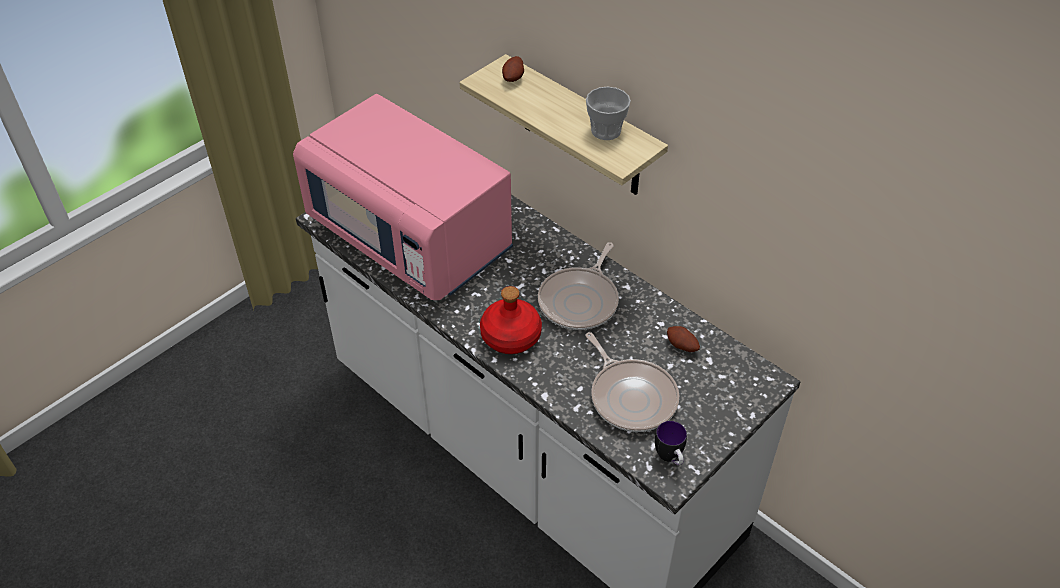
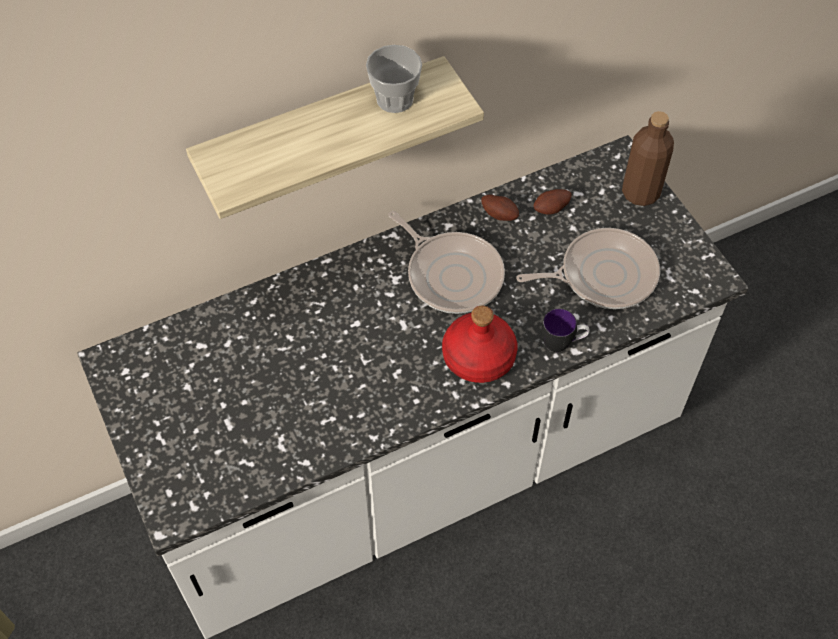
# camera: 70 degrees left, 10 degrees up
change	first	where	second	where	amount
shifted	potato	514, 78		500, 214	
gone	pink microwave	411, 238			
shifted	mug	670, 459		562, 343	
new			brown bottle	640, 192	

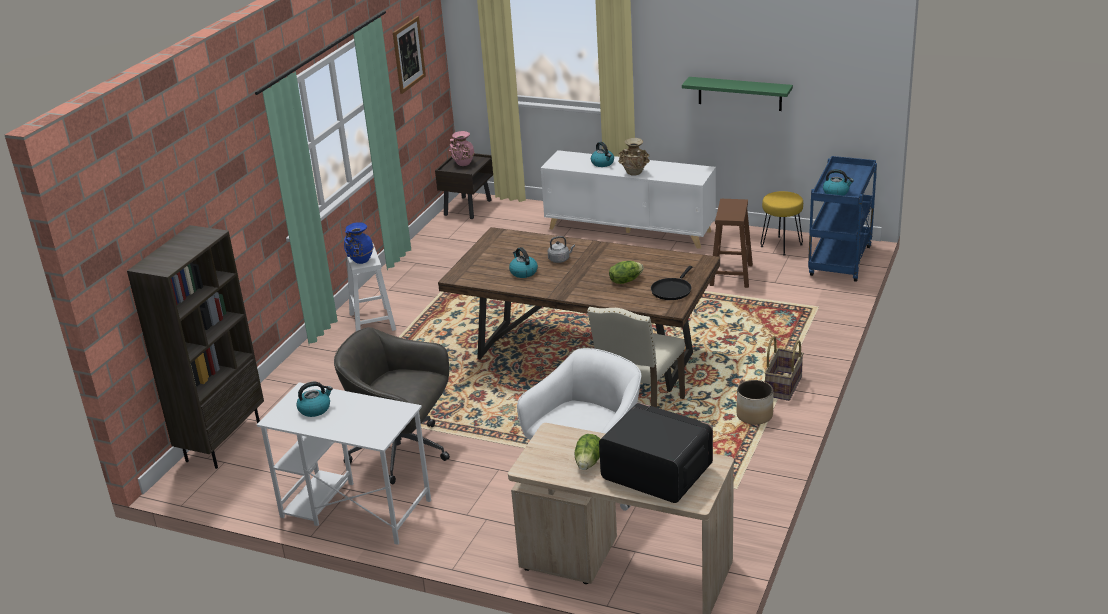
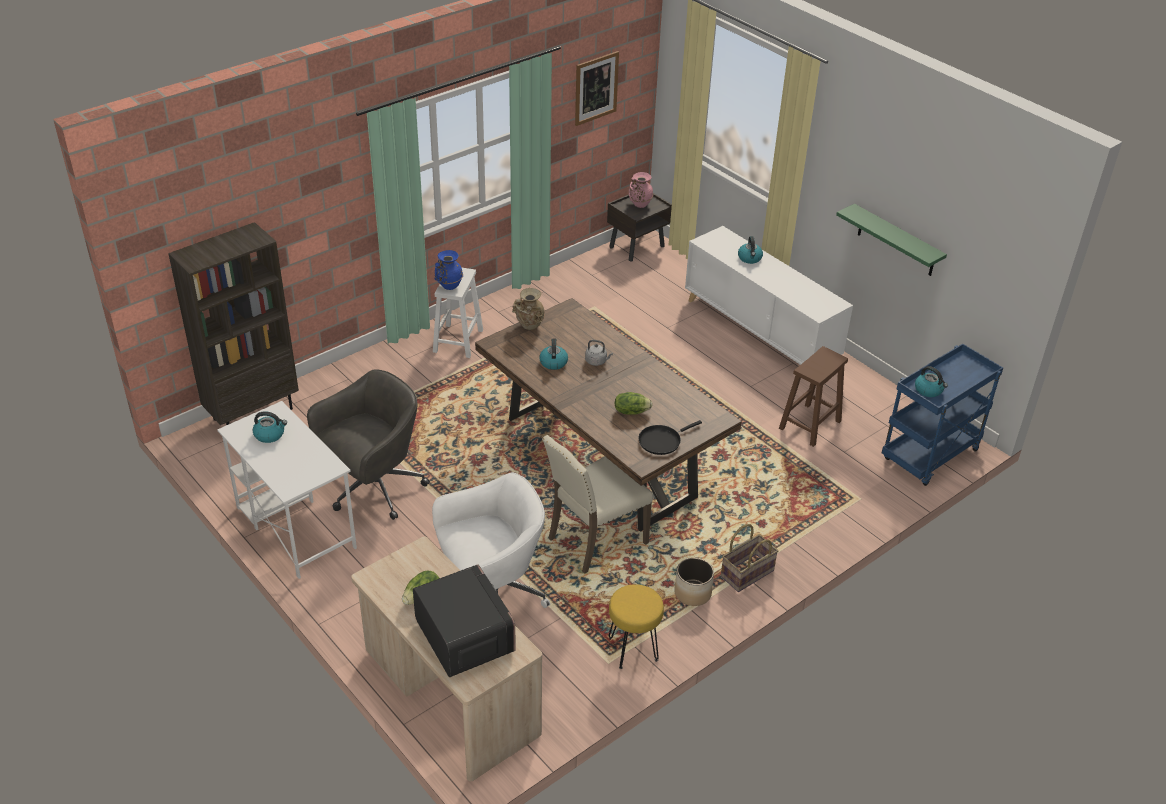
# camera: 25 degrees right, 10 degrees up
change	first	where	second	where	amount
shifted	beige vase	634, 173		529, 326	
shifted	yellow stool	782, 245		633, 650	
rotated	grey office chair	402, 452		374, 488	90 degrees clockwise

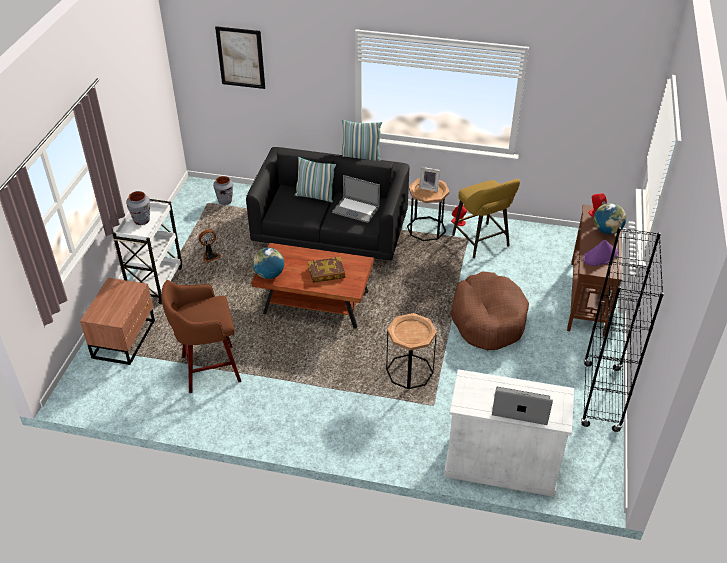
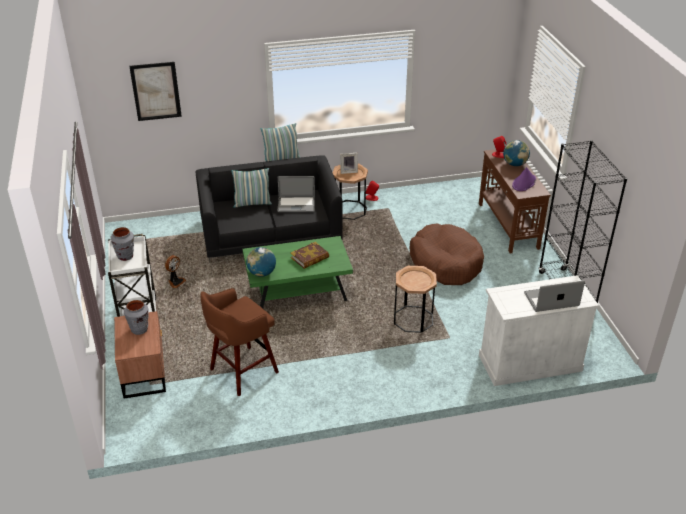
# camera: 25 degrees left, 5 degrees down
change	first	where	second	where	amount
shifted	grey vase	225, 201		139, 329	
gone	yellow stool	482, 242			
repainted	brown coffee table	316, 303	green coffee table	298, 292	

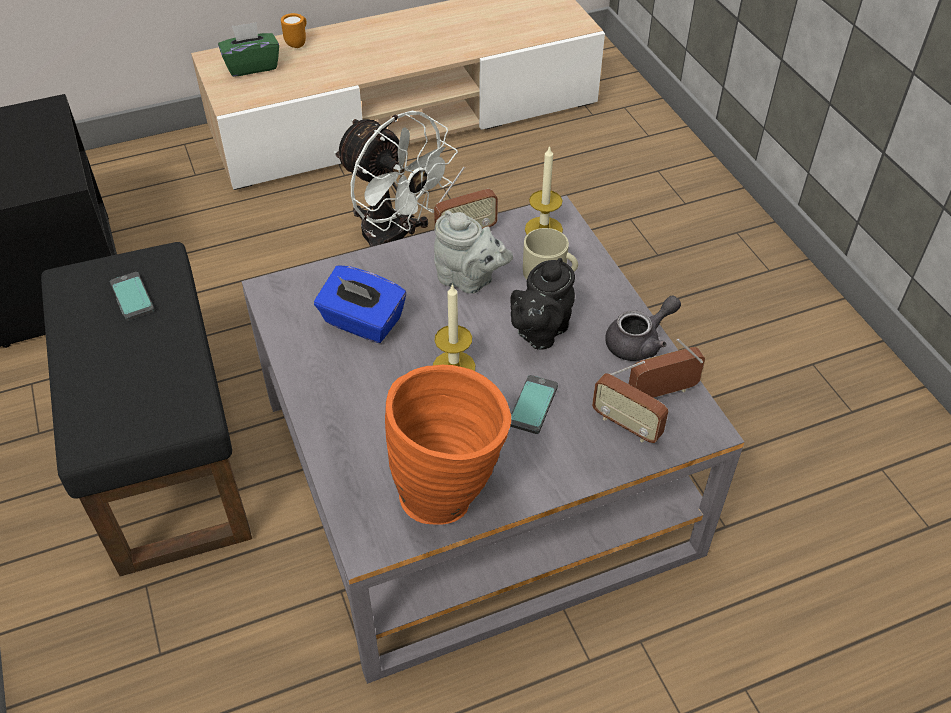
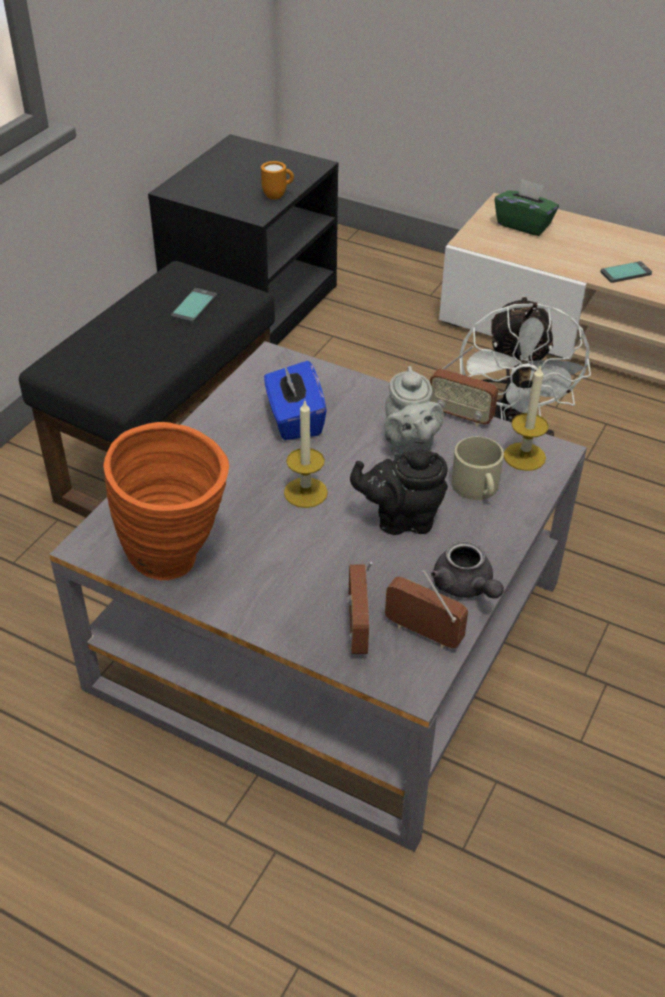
# camera: 50 degrees right, 5 degrees down
change	first	where	second	where	amount
shifted	orange mug	298, 43		278, 196	
rotated	grey teapot	639, 342		465, 587	45 degrees clockwise
shifted	phone	532, 405		625, 273	

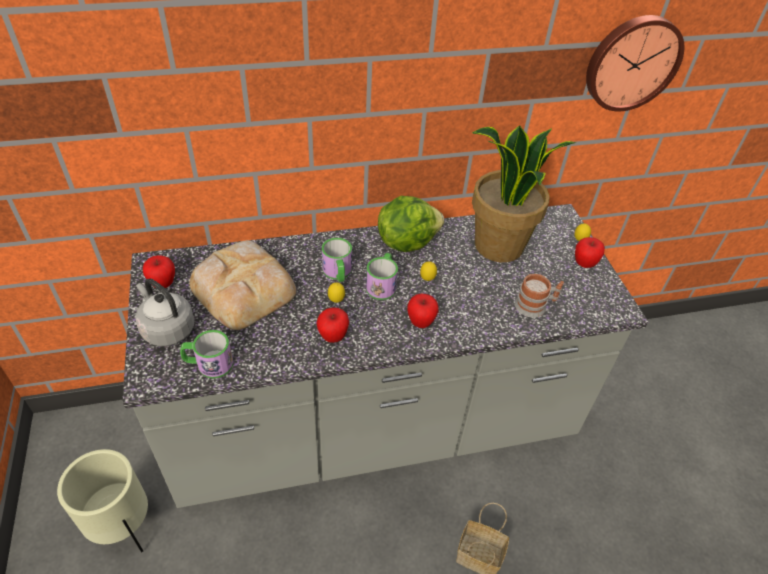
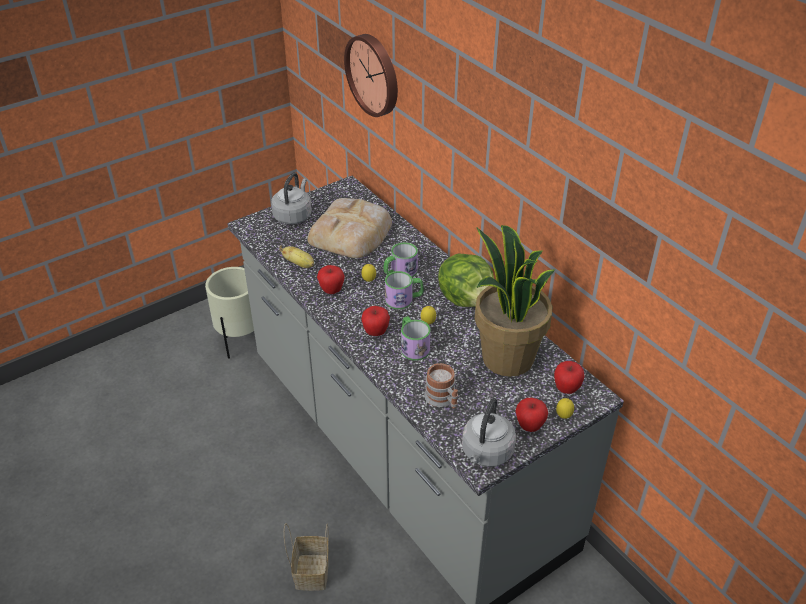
# camera: 70 degrees right, 5 degrees down
change	first	where	second	where	amount
shifted	wall clock	631, 62		374, 74	
shifted	apple	163, 284		566, 389	
shifted	mug	208, 364		413, 346	
new			banana	299, 264	
new			grey kettle	486, 453	

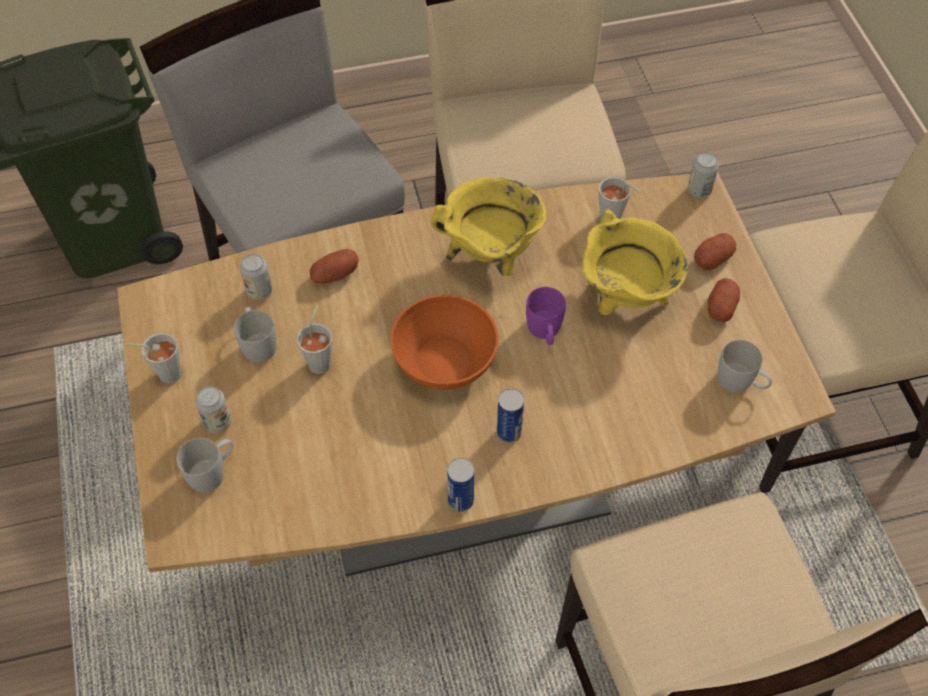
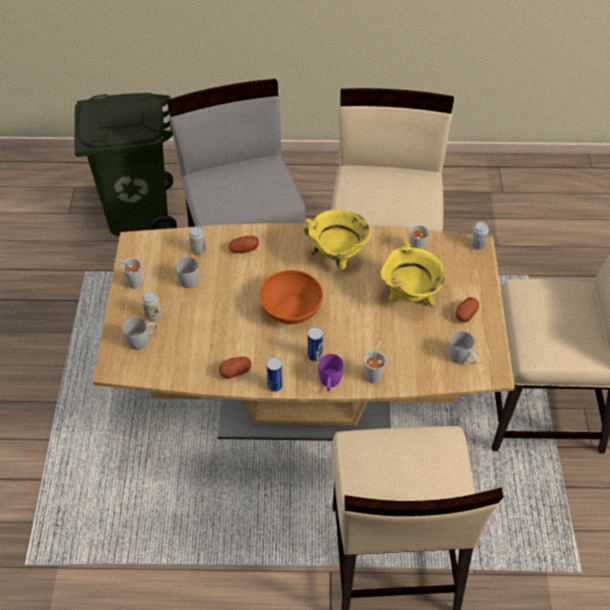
# camera: 15 degrees right, 5 degrees down
change	first	where	second	where	amount
shifted	potato	713, 258		235, 371	
shifted	purple mug	545, 332		329, 383	
shifted	grey cup	321, 360		375, 375	

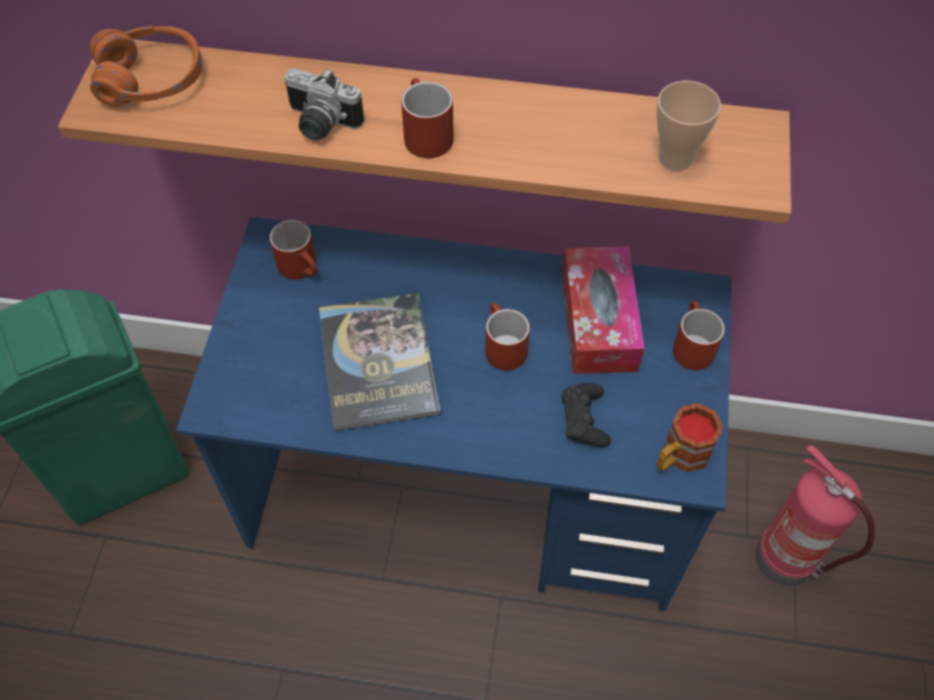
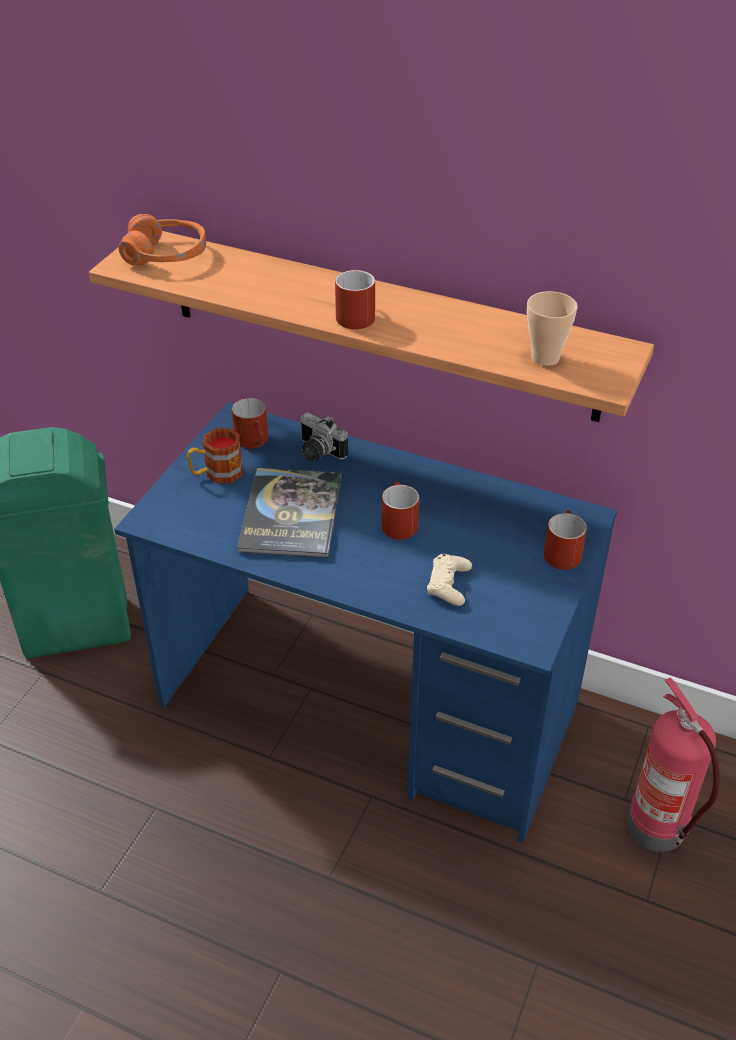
# camera: 15 degrees right, 15 degrees down
change	first	where	second	where	amount
shifted	photo camera	319, 124		317, 452	
gone	tissue box	598, 320			
repainted	black game controller	584, 419	beige game controller	448, 584	
shifted	mug	679, 456		216, 474	

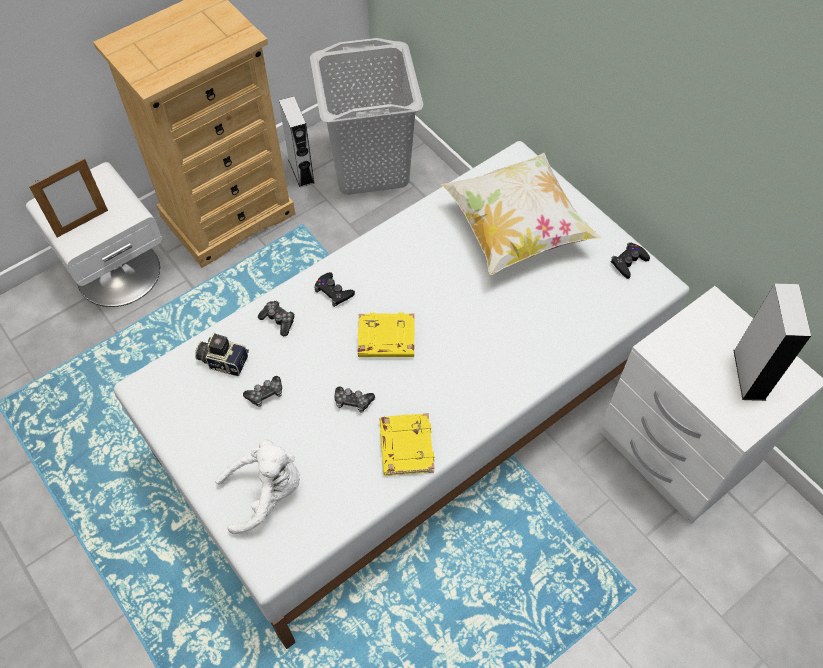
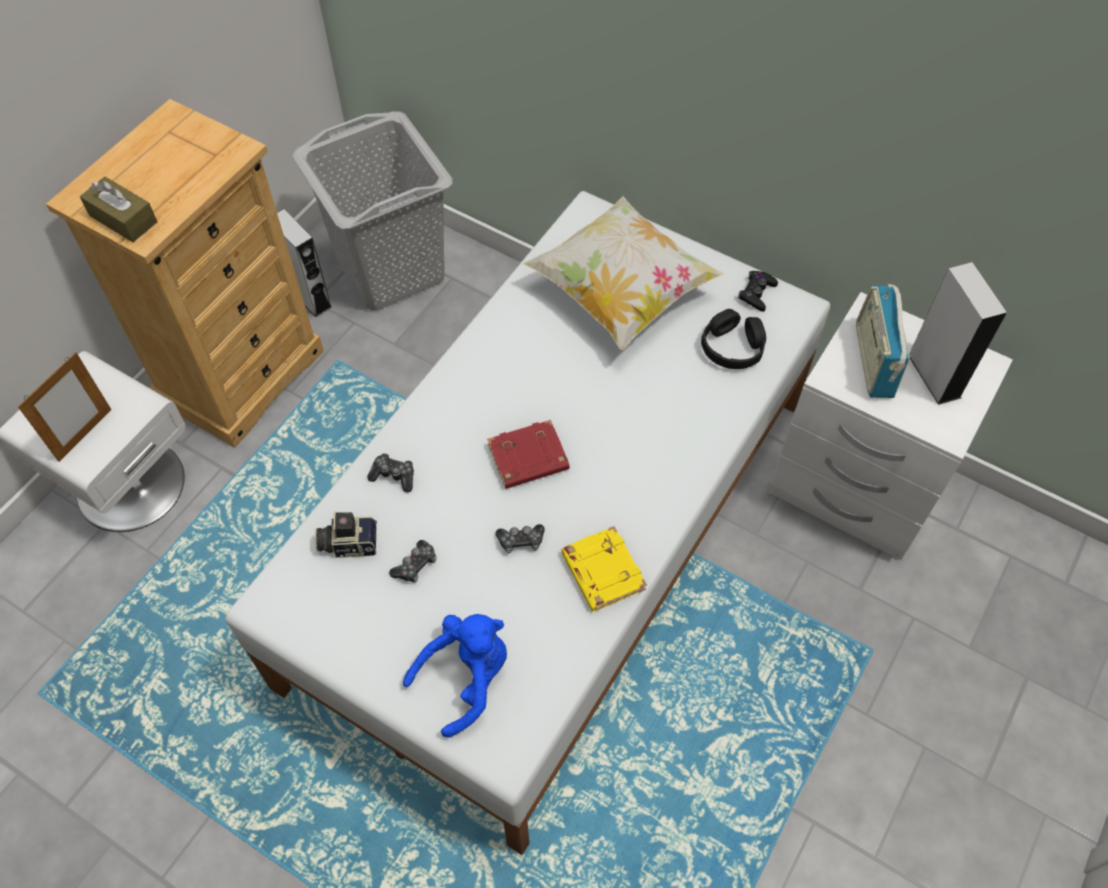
# camera: 20 degrees left, 0 degrees up
change	first	where	second	where	amount
gone	black game controller	333, 292			
repainted	yellow book	385, 339	red book	528, 459	
repainted	white plush toy	266, 493	blue plush toy	466, 677	
new			brown tissue box	123, 219	
new			radio	873, 360	
new			black headphones	732, 347	

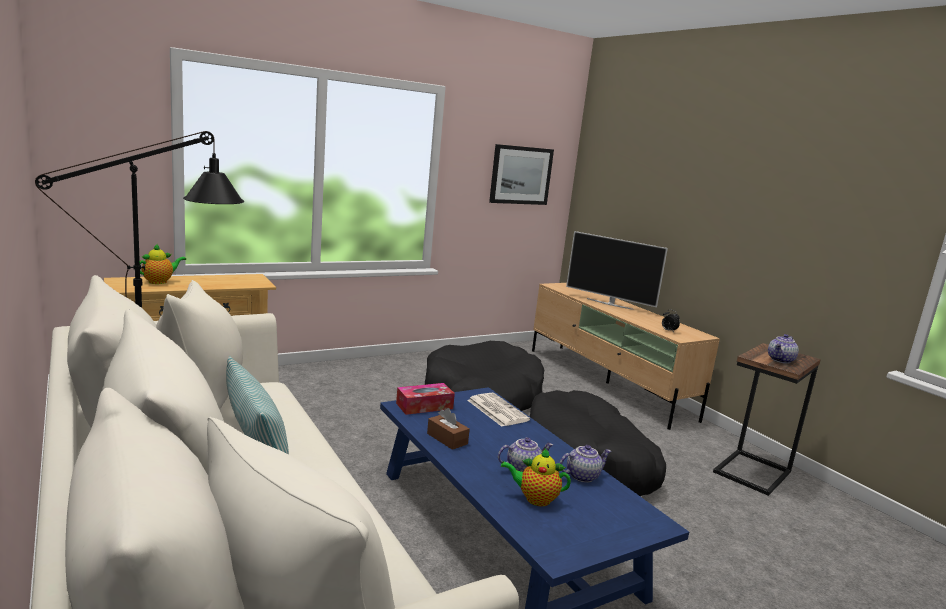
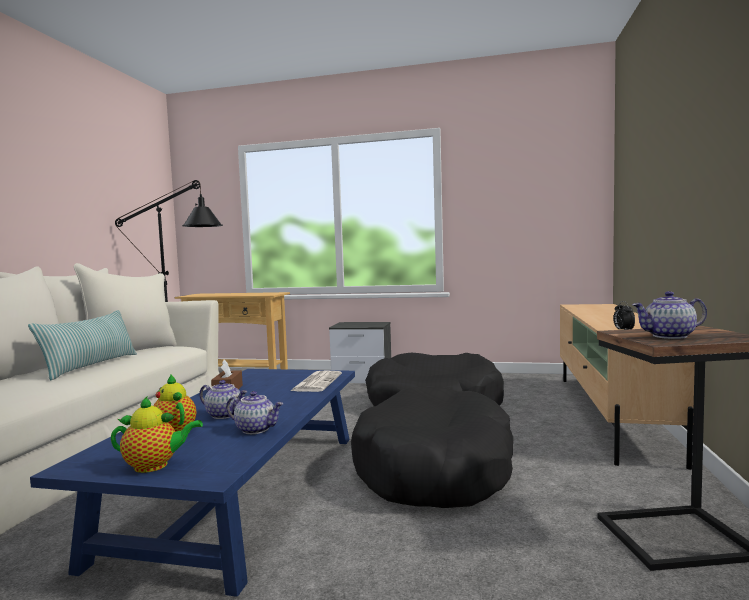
# camera: 45 degrees right, 10 degrees down
change	first	where	second	where	amount
gone	picture	521, 175			
gone	television	610, 304			
shifted	teapot	160, 281		155, 466	
gone	tissue box	424, 406			
new			nightstand	363, 379	

